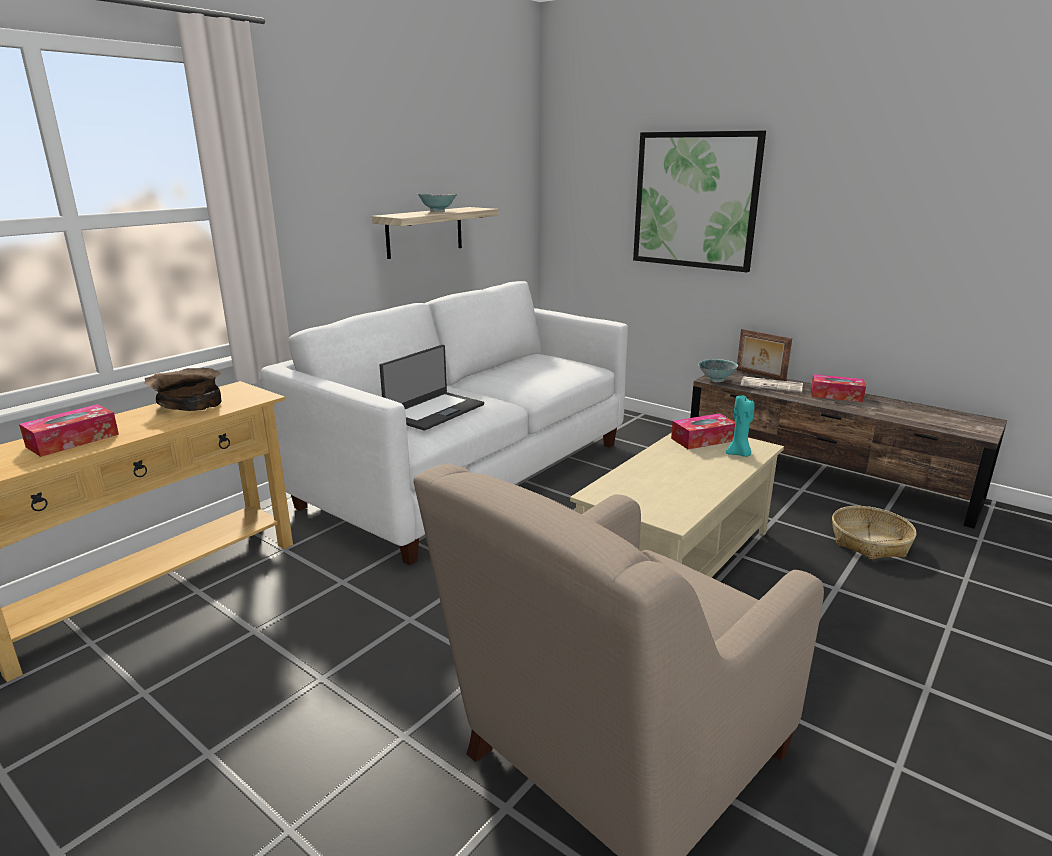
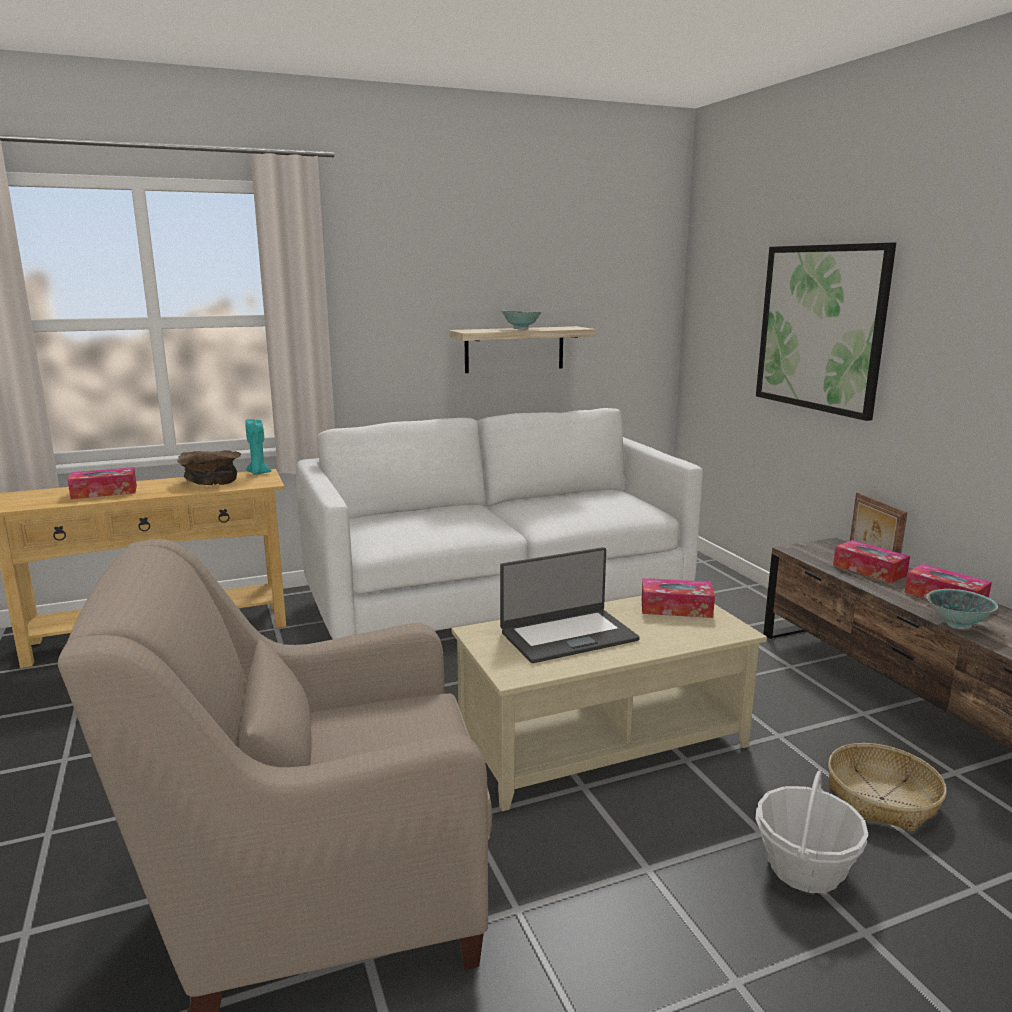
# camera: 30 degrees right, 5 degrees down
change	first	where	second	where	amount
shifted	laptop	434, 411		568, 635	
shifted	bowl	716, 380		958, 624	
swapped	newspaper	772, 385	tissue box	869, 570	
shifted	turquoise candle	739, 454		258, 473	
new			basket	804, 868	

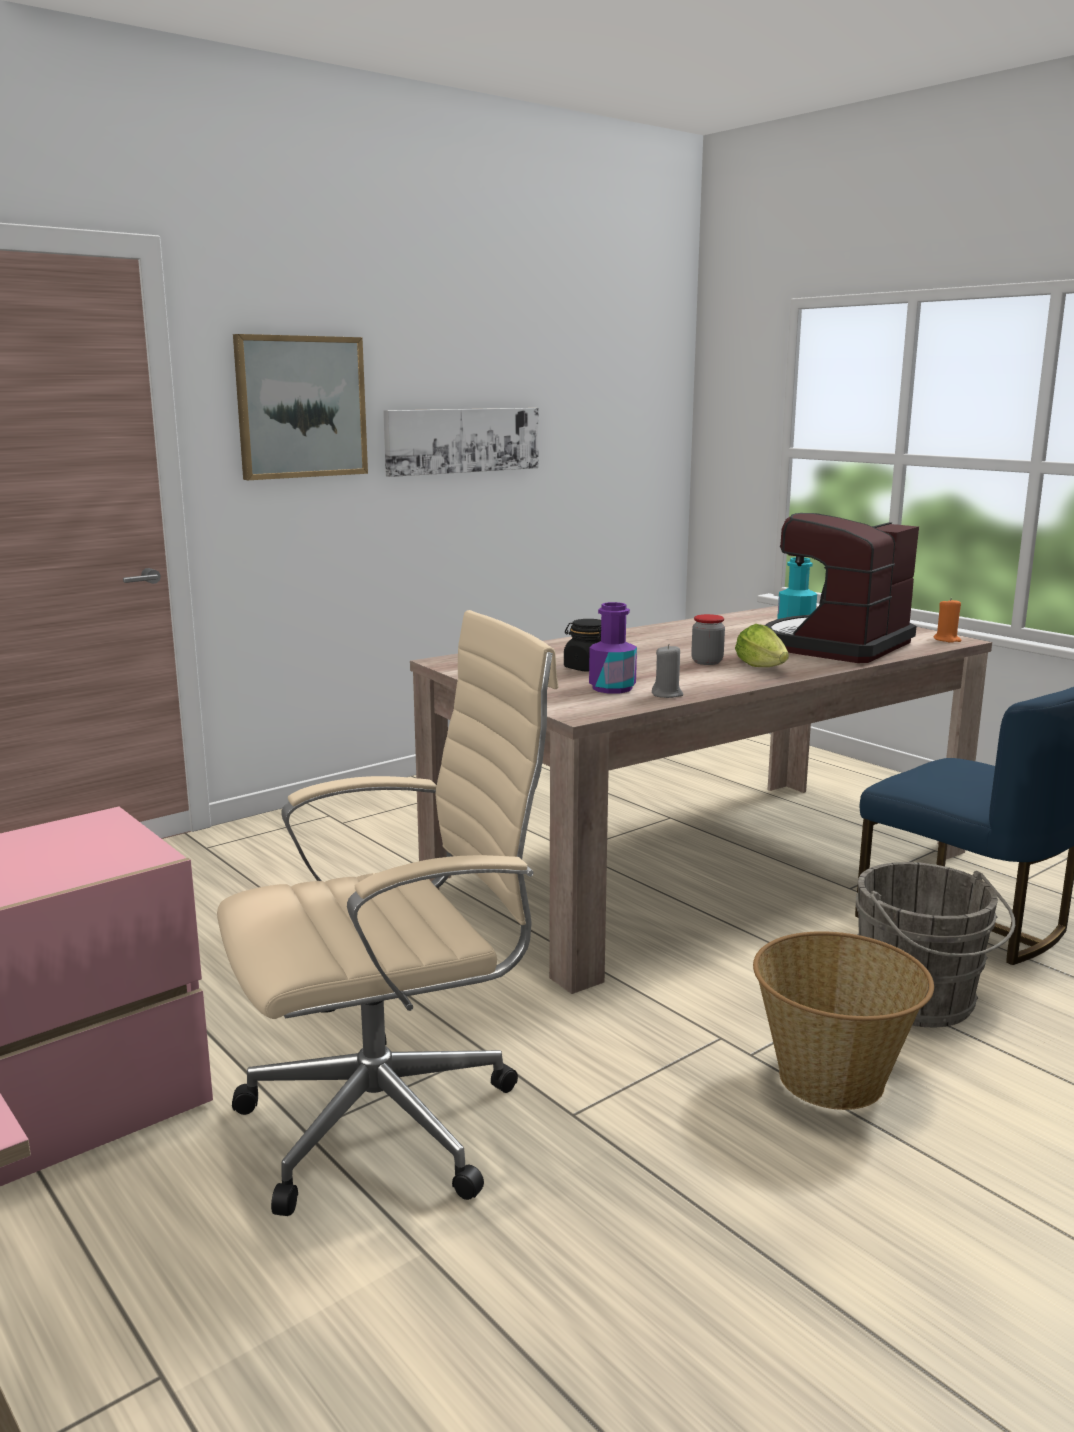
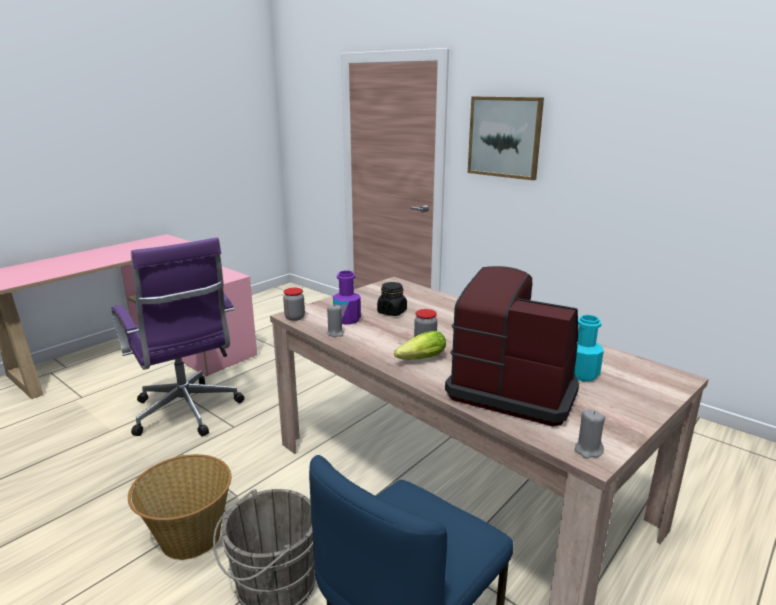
# camera: 80 degrees right, 5 degrees up
change	first	where	second	where	amount
gone	picture	462, 440			
repainted	orange candle	947, 640	grey candle	588, 450	
repainted	beige office chair	394, 1121	purple office chair	187, 413	
new			jar	295, 317	

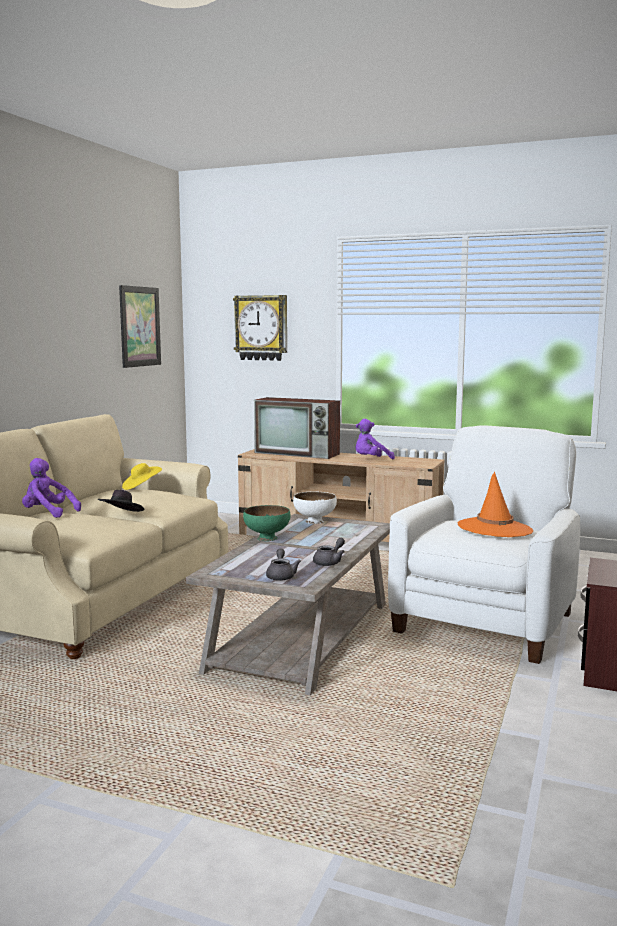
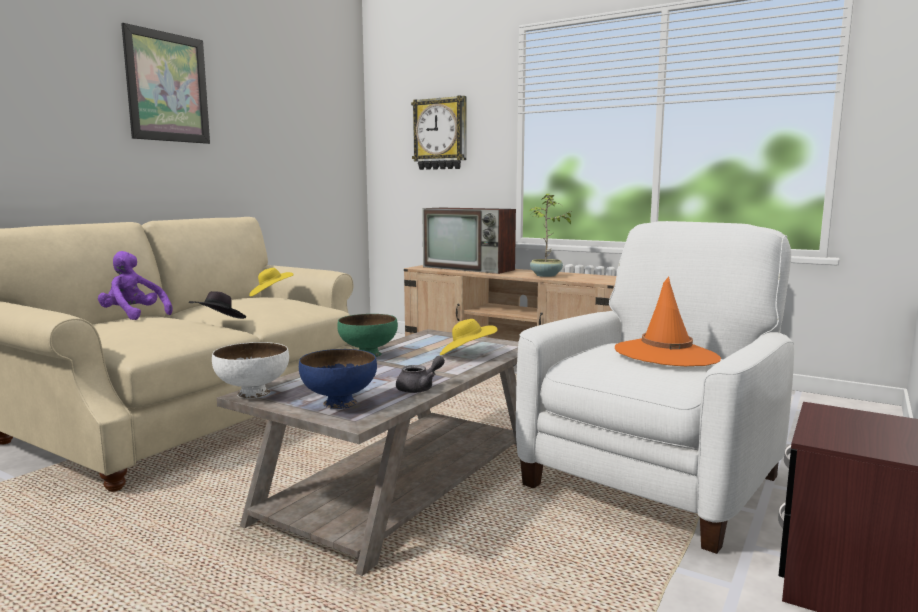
# camera: 10 degrees right, 0 degrees up
change	first	where	second	where	amount
shifted	picture	140, 326		167, 87	
swapped	purple plush toy	371, 460	potted plant	546, 275	
shifted	white bowl	314, 521		252, 393	
swapped	grey teapot	281, 576	blue bowl	339, 403	
new			yellow hat	467, 354	

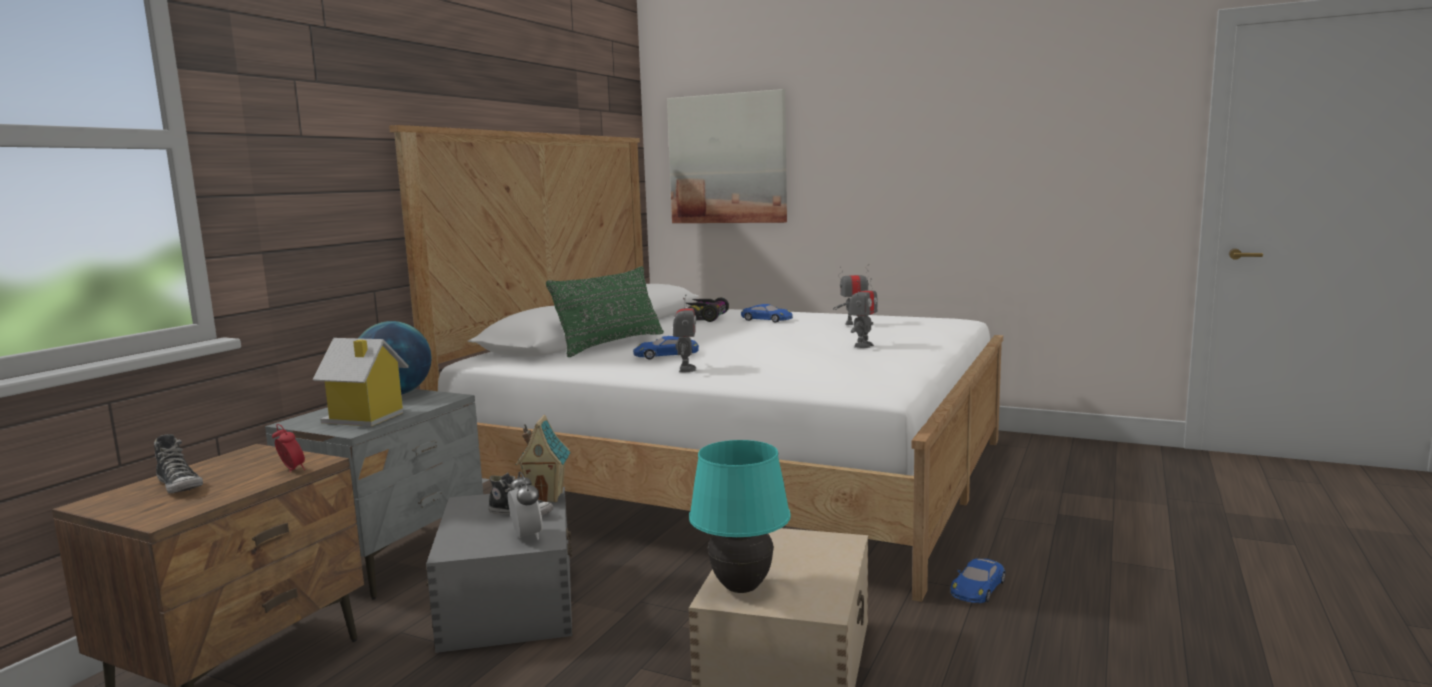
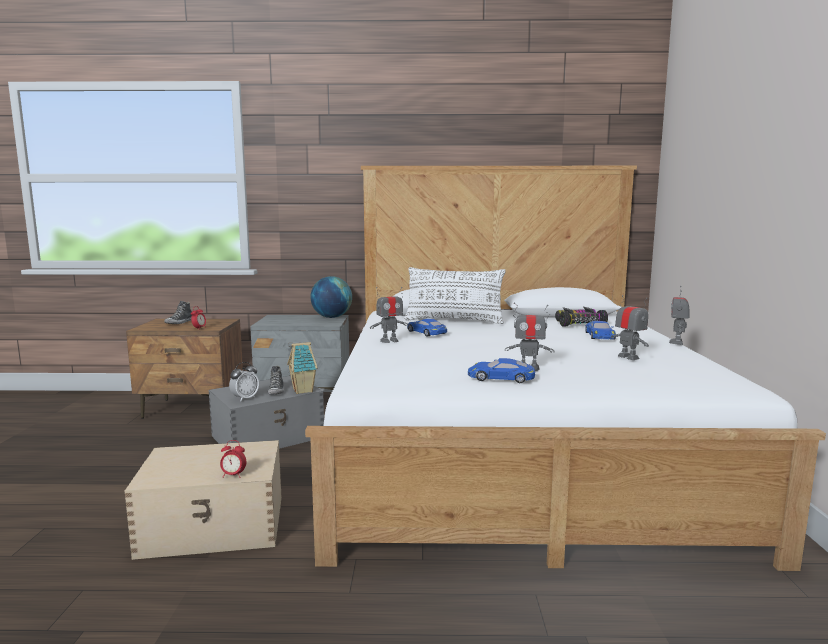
# camera: 65 degrees right, 0 degrees up
change	first	where	second	where	amount
gone	picture	727, 159			
repainted	green pillow	611, 344	white pillow	454, 321	
gone	toy house	365, 418			
gone	turquoise table lamp	741, 588			
shifted	blue toy car	978, 587		501, 378	
new			toy robot	677, 342	
new			alarm clock	233, 475	

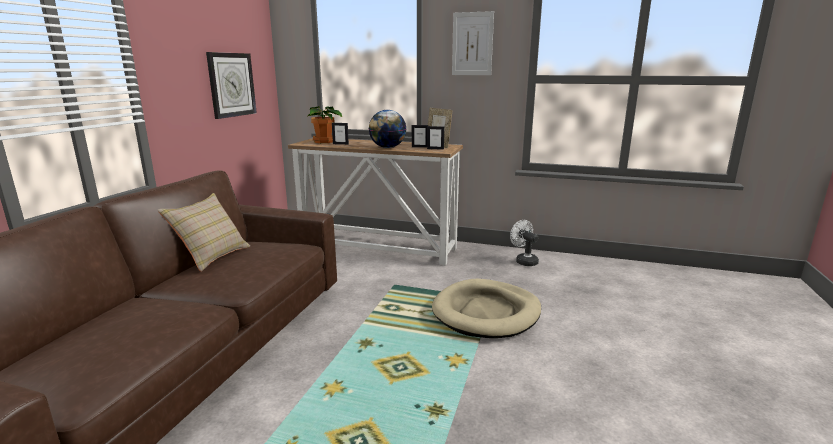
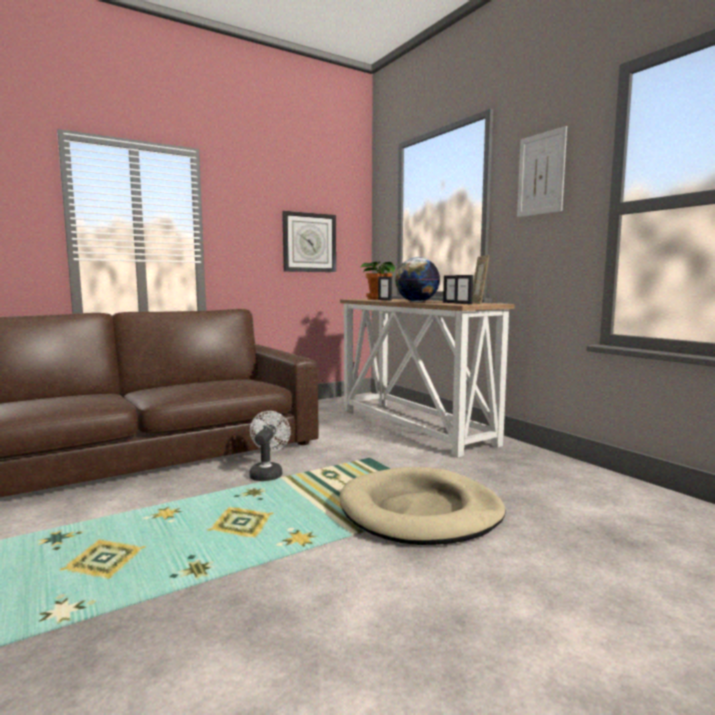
# camera: 40 degrees right, 10 degrees down
change	first	where	second	where	amount
gone	beige pillow	211, 256			
shifted	white fan	524, 261		267, 473	

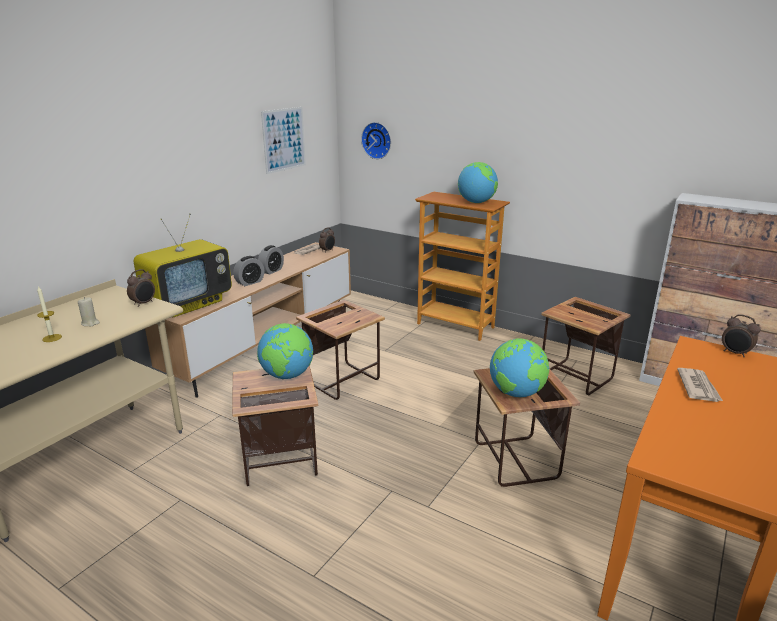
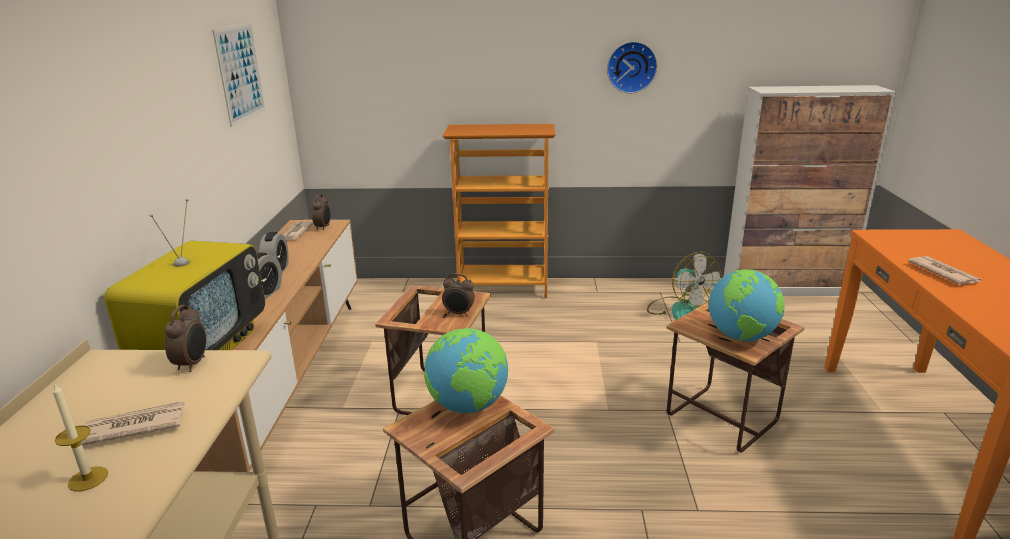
# camera: 30 degrees left, 0 degrees up
change	first	where	second	where	amount
shifted	wall clock	377, 140		631, 67	
gone	globe	476, 202			
swapped	beige candle	90, 323	newspaper	134, 426	
swapped	side table	577, 378	fan	679, 309	
shifted	alarm clock	735, 353		459, 313	

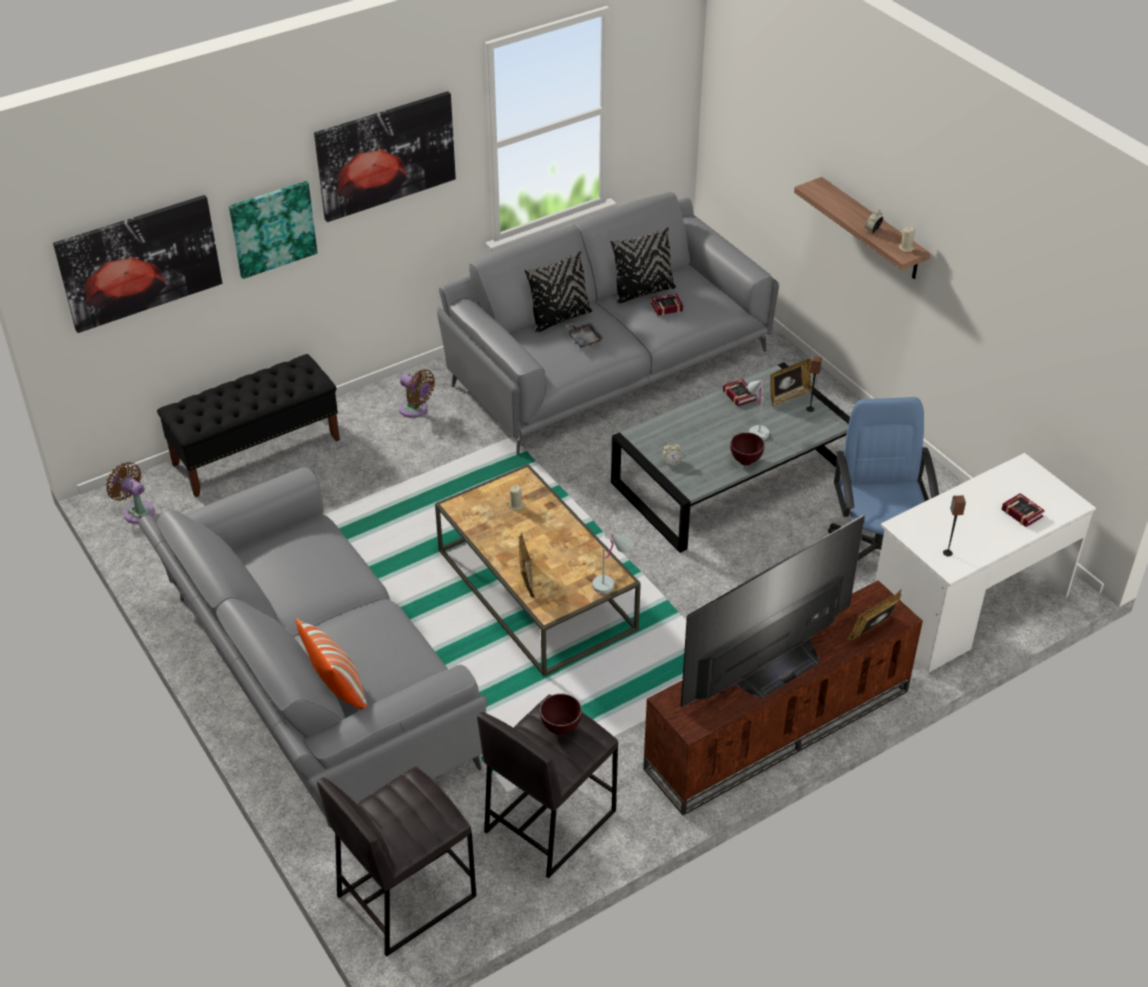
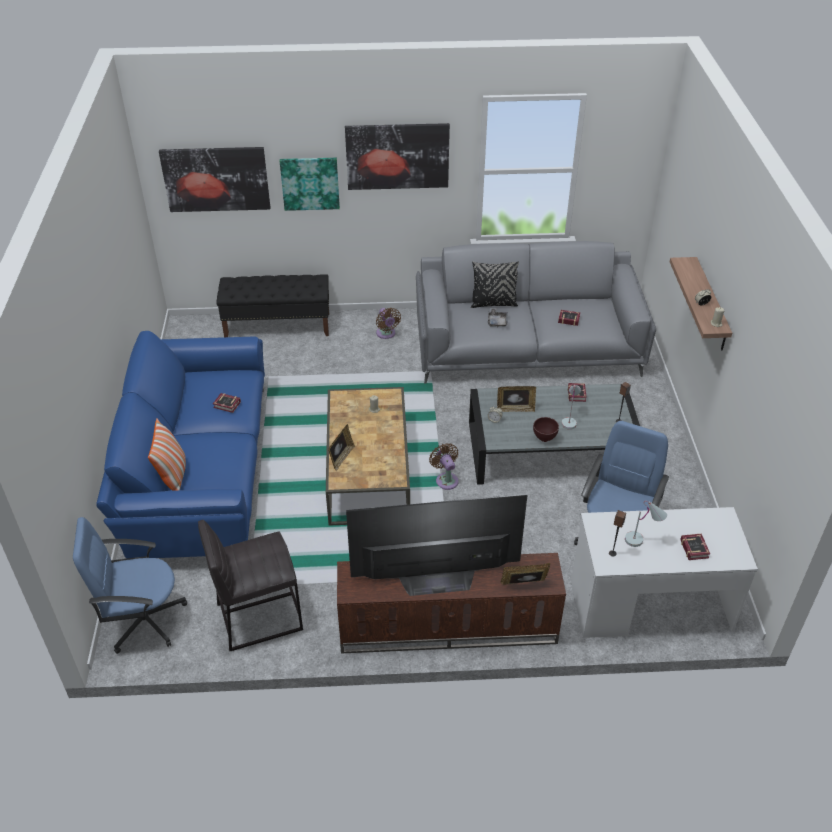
# camera: 30 degrees right, 0 degrees up
change	first	where	second	where	amount
gone	black pillow	643, 292			
shifted	picture frame	788, 397		515, 409	
shifted	brown fan	136, 511		446, 479	
repainted	grey sofa	315, 682	blue sofa	199, 471	
shifted	white table lamp	612, 582		642, 540	
gone	brown bowl	562, 729			
swapped	grey stool	405, 895	blue office chair	143, 620	
new			book	227, 405	

